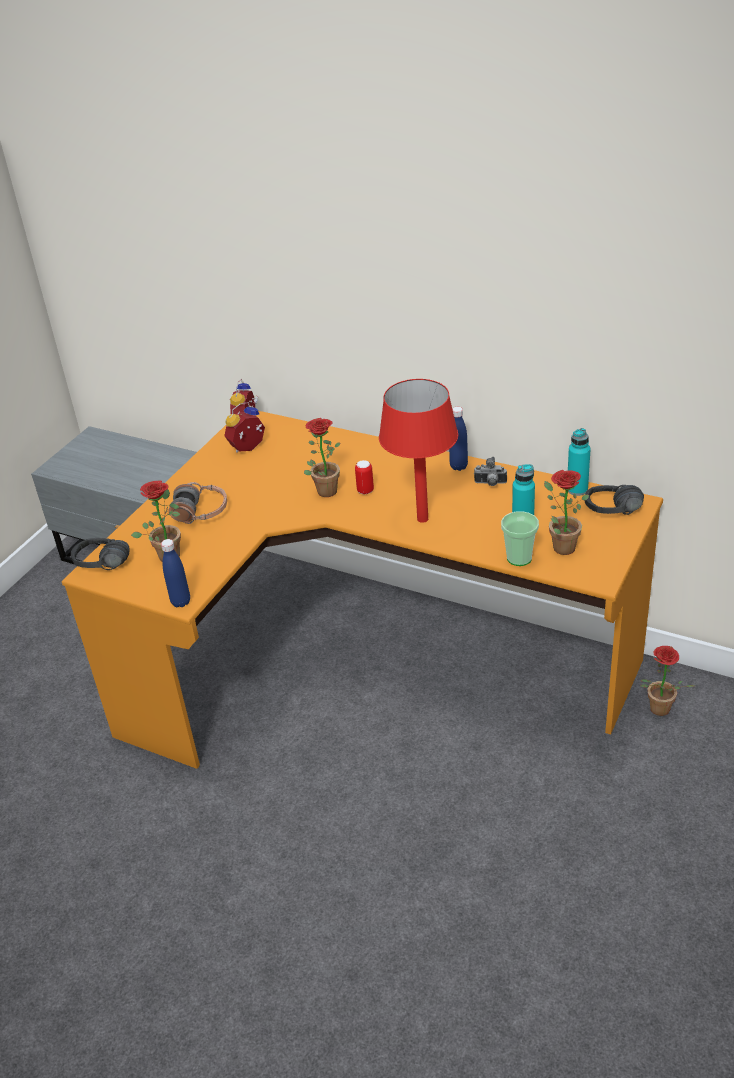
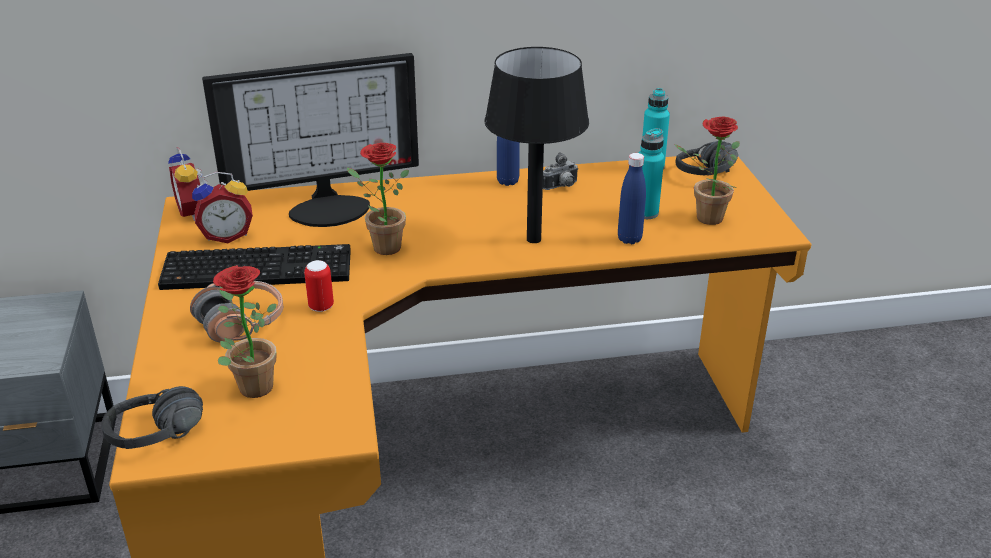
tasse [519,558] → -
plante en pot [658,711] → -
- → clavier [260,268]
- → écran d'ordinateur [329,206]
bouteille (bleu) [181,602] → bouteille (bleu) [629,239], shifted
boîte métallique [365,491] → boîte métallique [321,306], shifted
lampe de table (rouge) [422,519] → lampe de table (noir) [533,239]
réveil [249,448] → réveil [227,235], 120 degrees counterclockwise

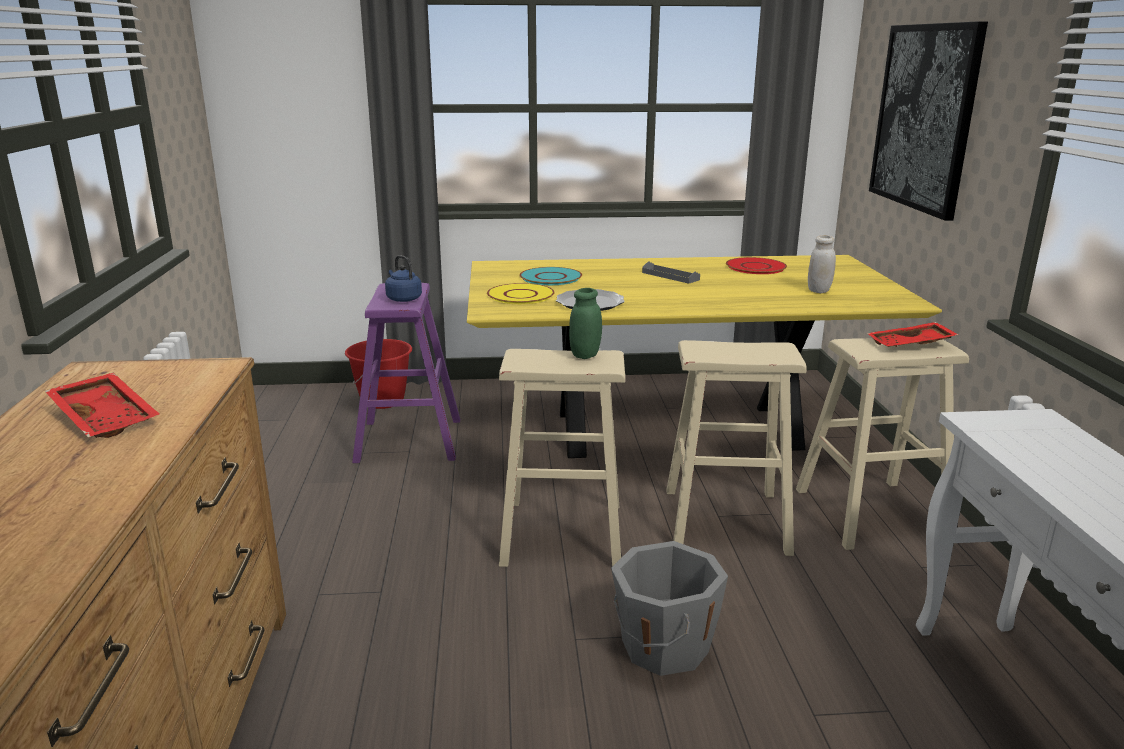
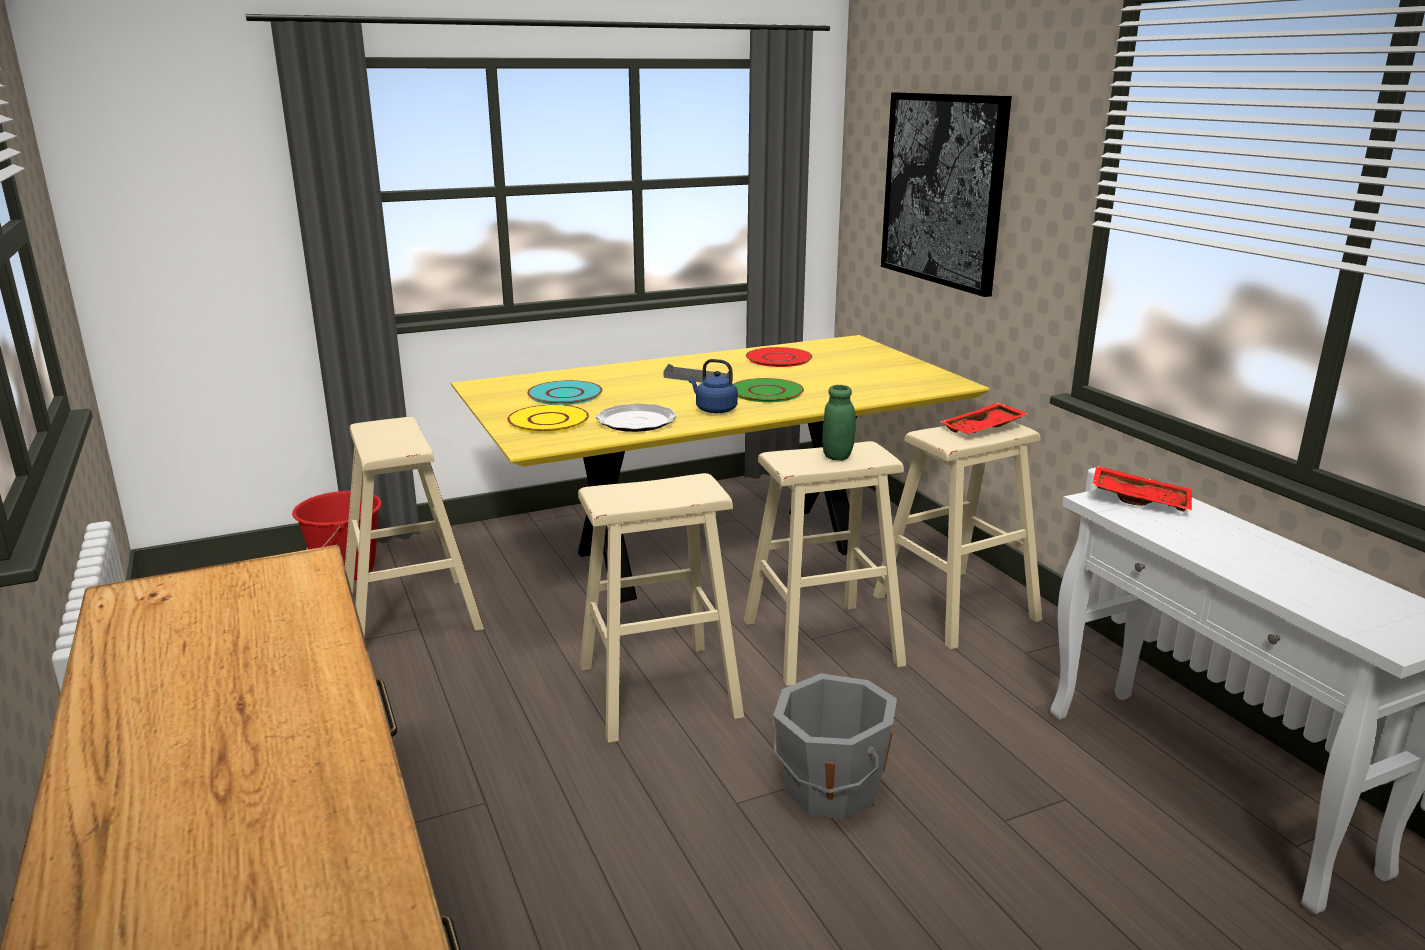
bocal (blanc) [819,291] → -
- → assiette (vert) [766,392]
plateau (rouge) [107,418] → plateau (rouge) [1140,499], shifted
bouilloire (bleu) [403,299] → bouilloire (bleu) [714,410], shifted
bocal (vert) [585,355] → bocal (vert) [837,456], shifted
tabouret (violet) [409,440] → tabouret (beige) [411,614]

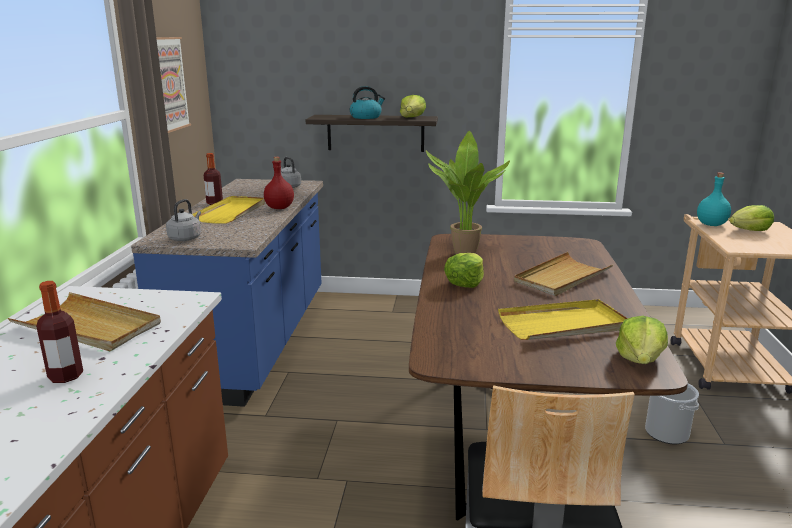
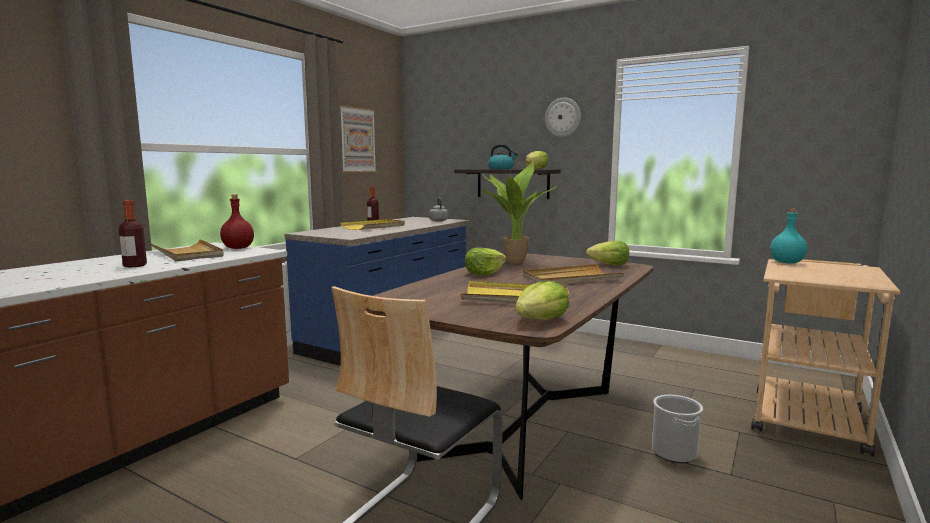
bouilloire (gris) [186,238] → -
- → horloge murale [563,117]
bouteille (rouge) [280,208] → bouteille (rouge) [238,248], shifted
laitue [750,231] → laitue [609,265], shifted

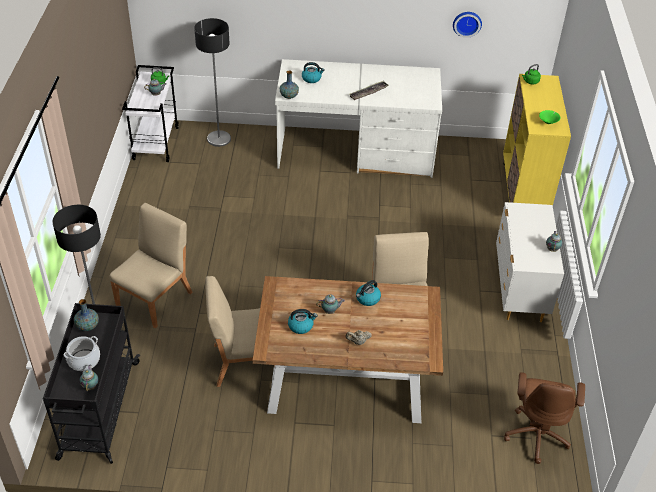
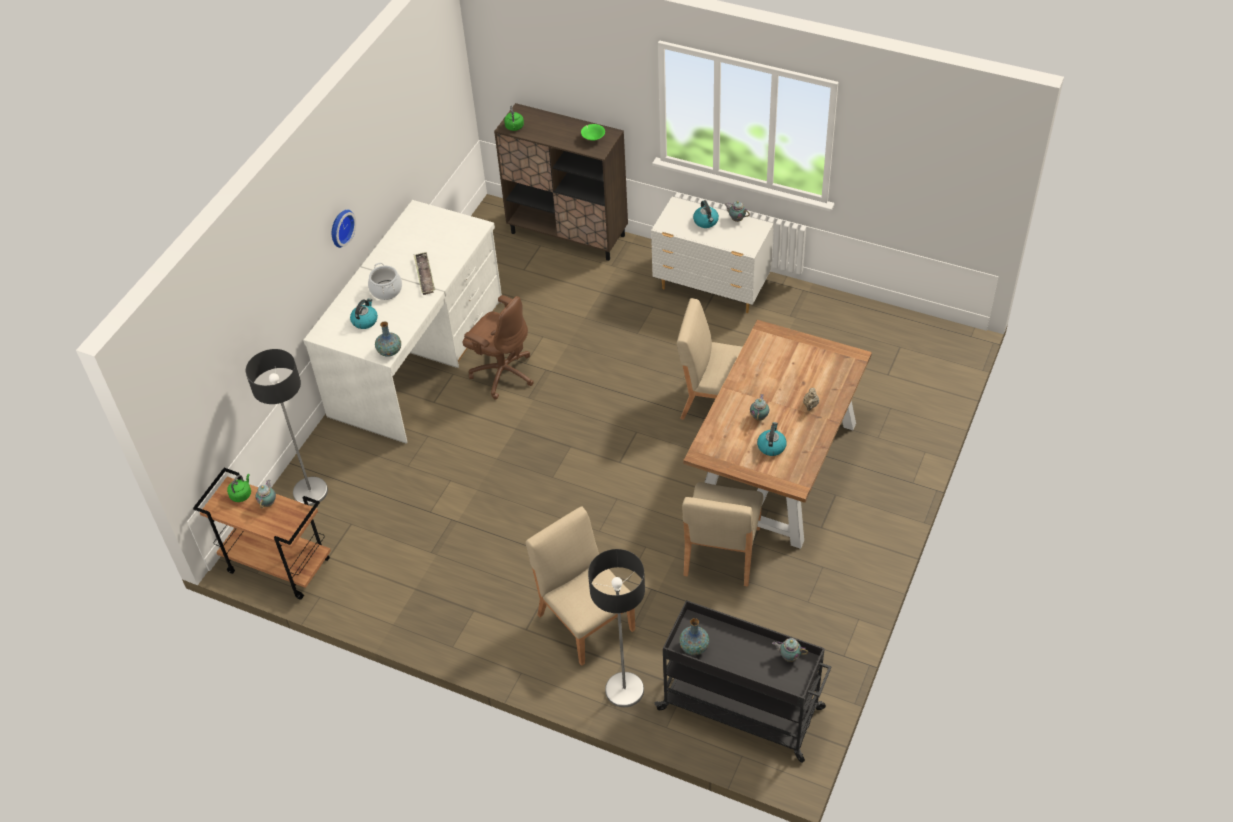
marmite [84,360] → marmite [386,290], shifted
bouilloire [367,299] → bouilloire [706,221], shifted
horloge murale [467,23] → horloge murale [340,227], shifted
chaise de bureau (marron) [537,434] → chaise de bureau (marron) [502,373], shifted
chariot (blanc) [155,143] → chariot (marron) [277,566]
meuble de rangement (jaune) [523,193] → meuble de rangement (marron) [568,234]

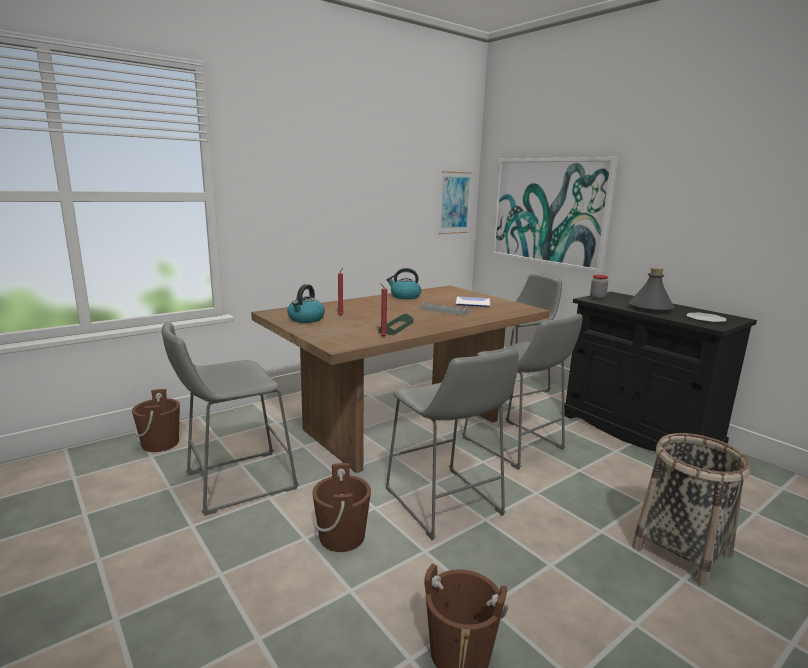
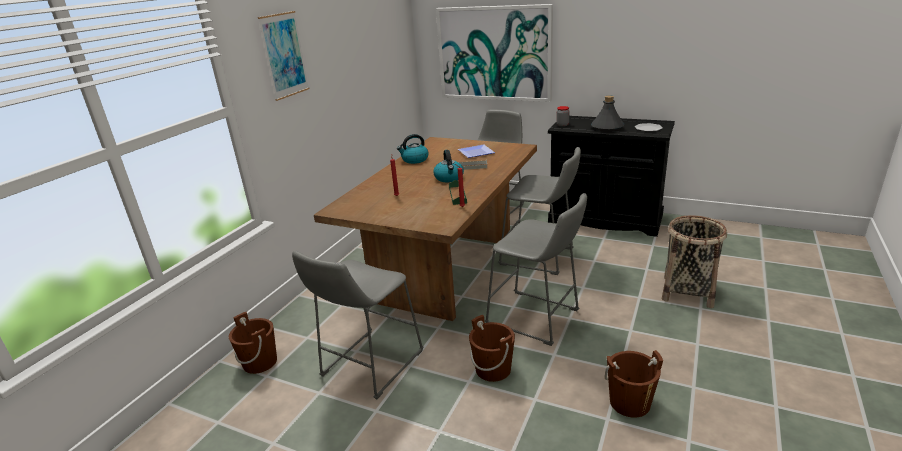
bouilloire [306,319] → bouilloire [449,178], shifted
tableau [454,203] → tableau [284,55], shifted

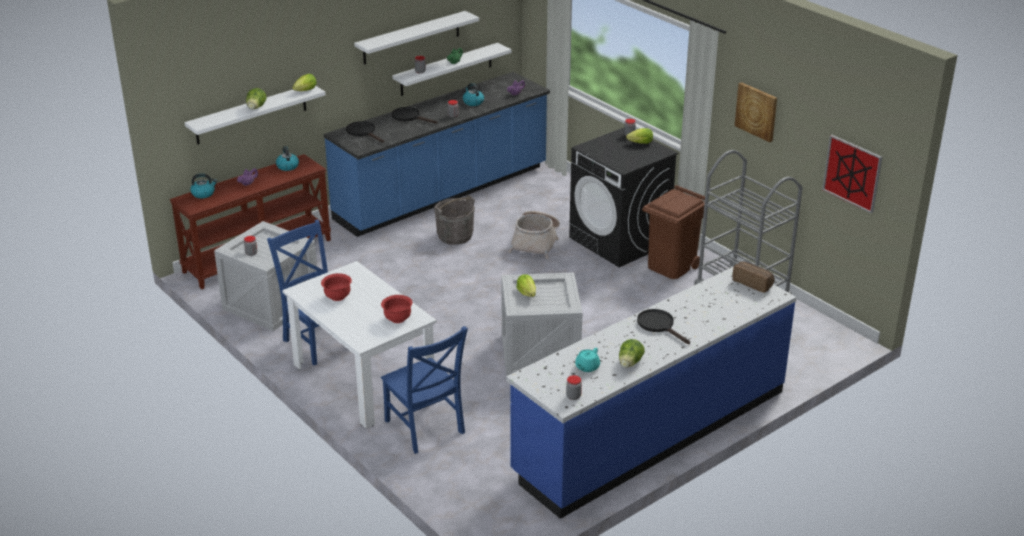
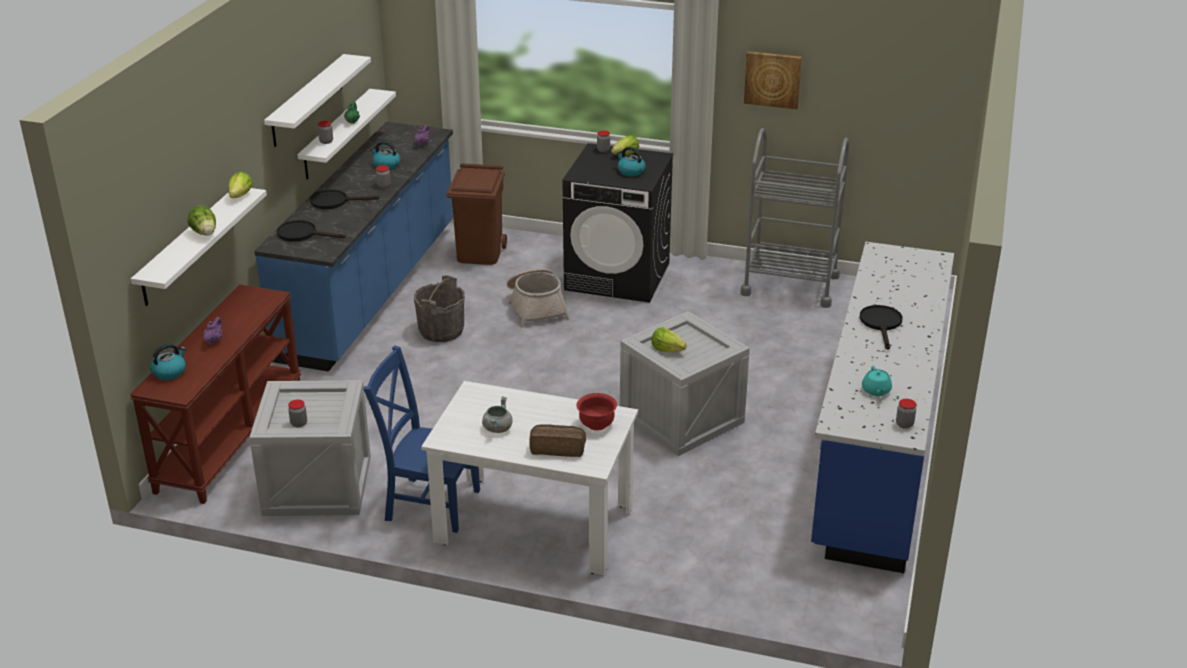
chaise (bleu) [425,429] → -
laitue [630,363] → -
tableau [852,173] → -
bouilloire [287,166] → bouilloire [630,171], shifted
poubelle (marron) [671,266] → poubelle (marron) [480,253], shifted
pain [753,283] → pain [558,448], shifted
bol (rouge) [337,297] → marmite (gris) [497,428]
poêle (noir) [659,325] → poêle (noir) [881,324], 75 degrees clockwise

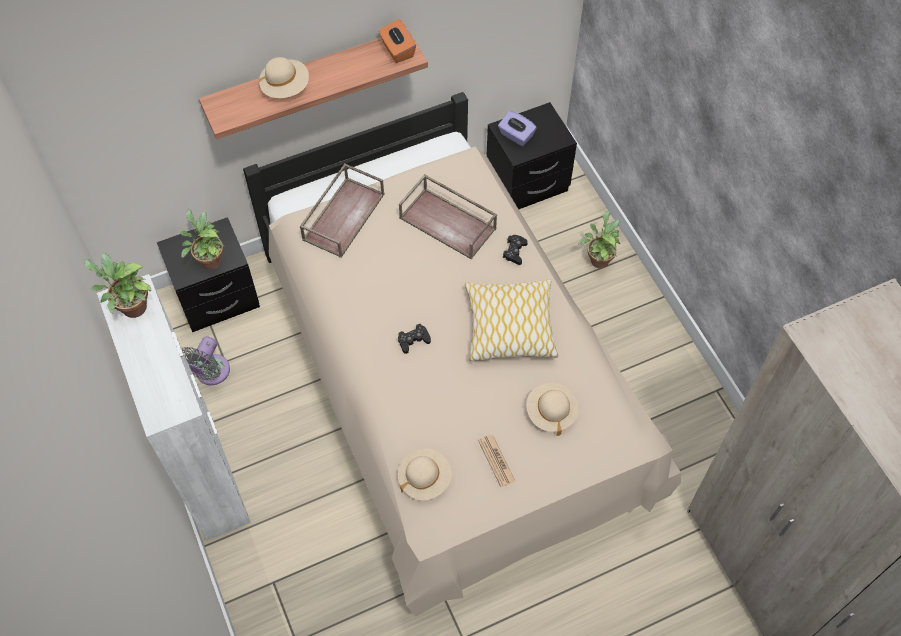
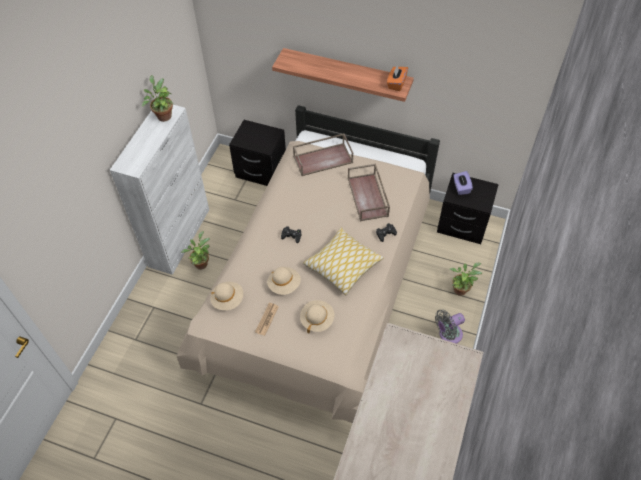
plante en pot [208,260] → plante en pot [201,263], shifted
ventilateur (gris) [210,373] → ventilateur (gris) [448,335], shifted
chapeau (beige) [285,87] → chapeau (beige) [284,285], shifted

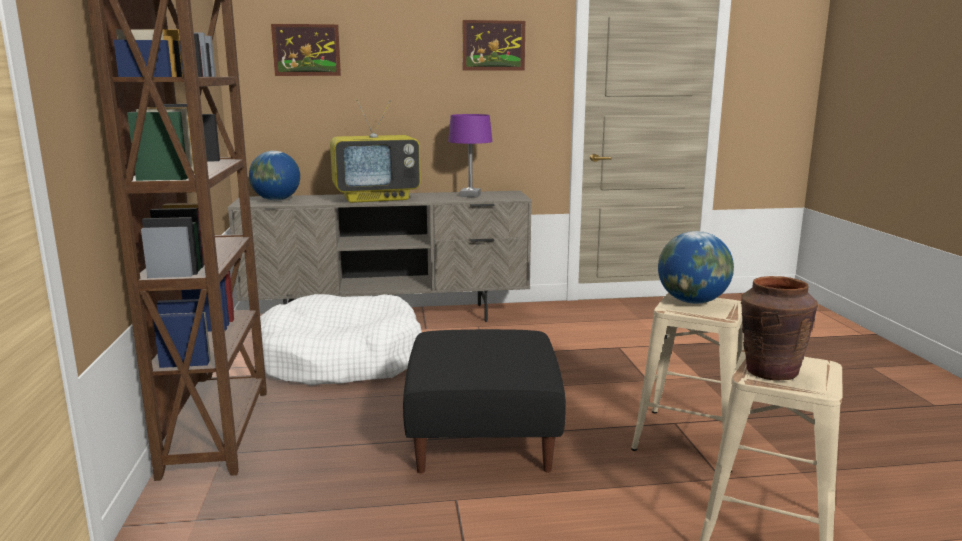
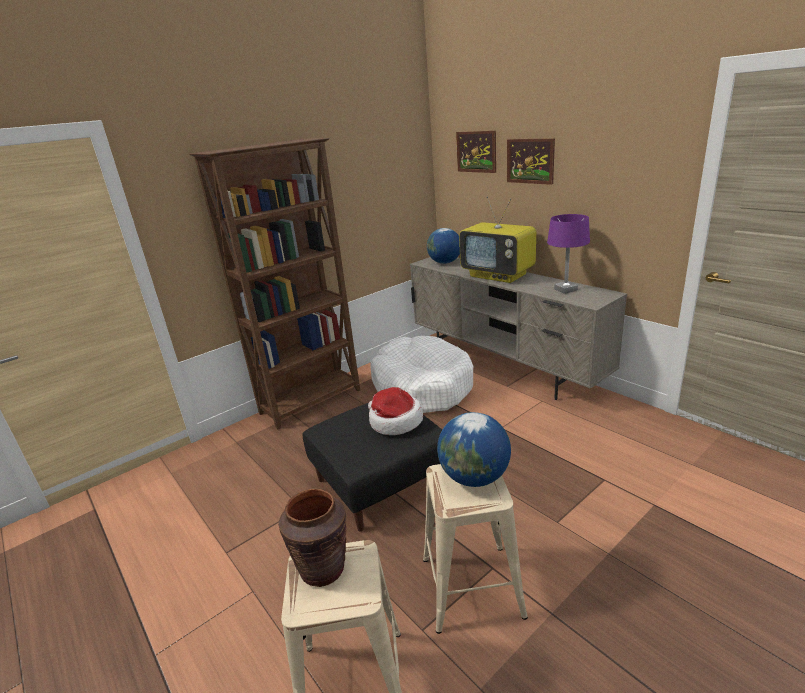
- → chapeau [394,421]
tableau [493,45] → tableau [530,161], shifted

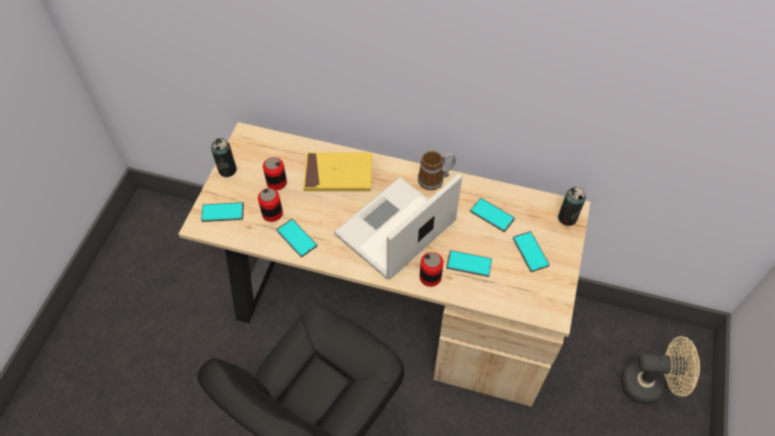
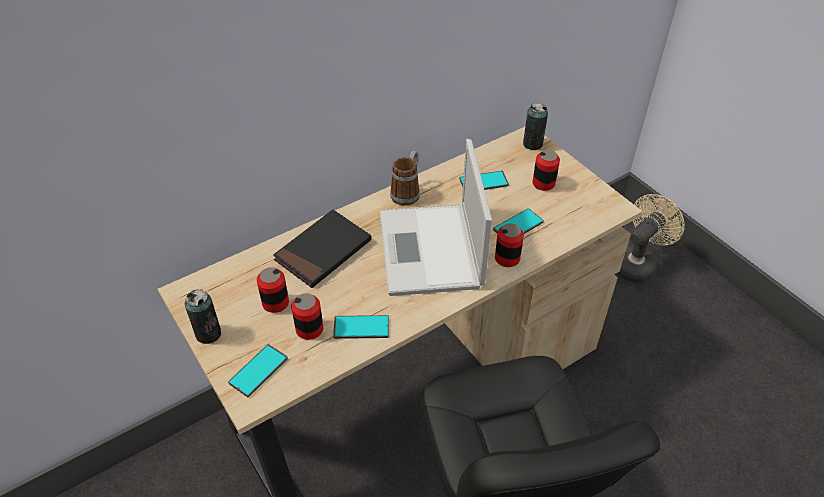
téléphone [530,252] → boîte métallique [543,183]
livre (jaune) [338,174] → livre (noir) [323,251]

